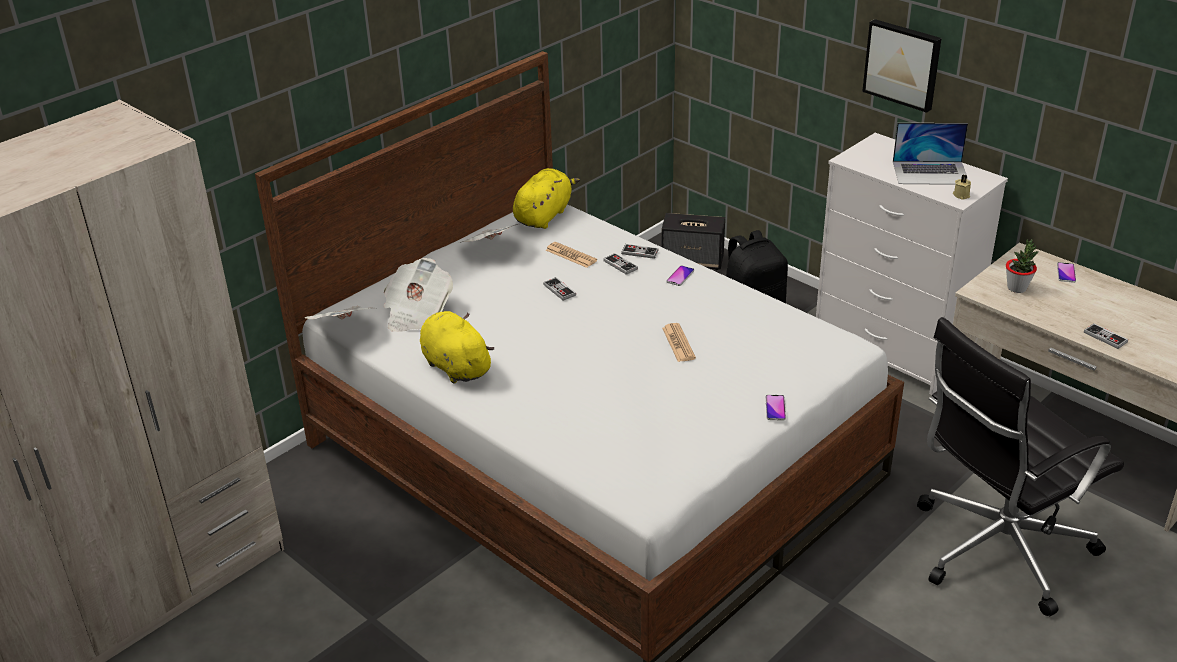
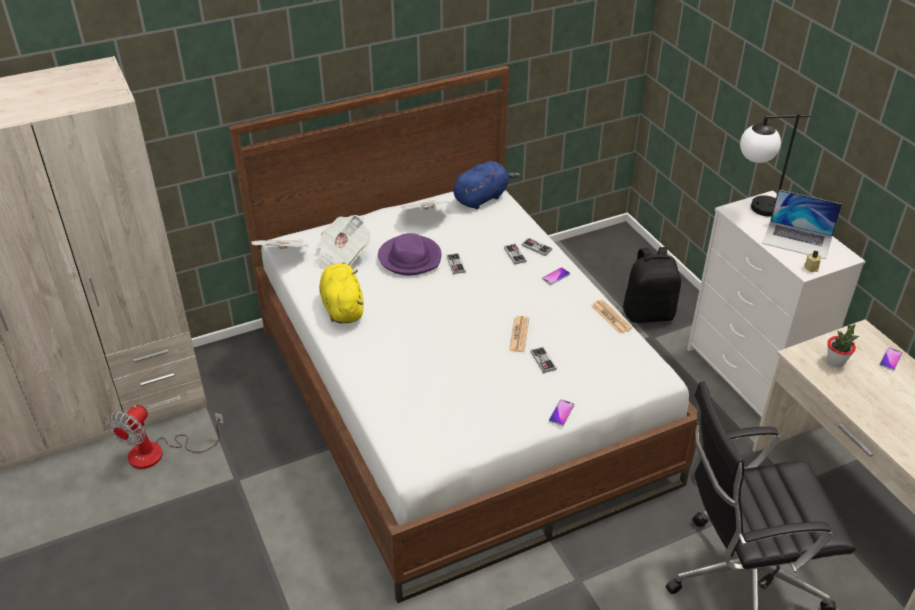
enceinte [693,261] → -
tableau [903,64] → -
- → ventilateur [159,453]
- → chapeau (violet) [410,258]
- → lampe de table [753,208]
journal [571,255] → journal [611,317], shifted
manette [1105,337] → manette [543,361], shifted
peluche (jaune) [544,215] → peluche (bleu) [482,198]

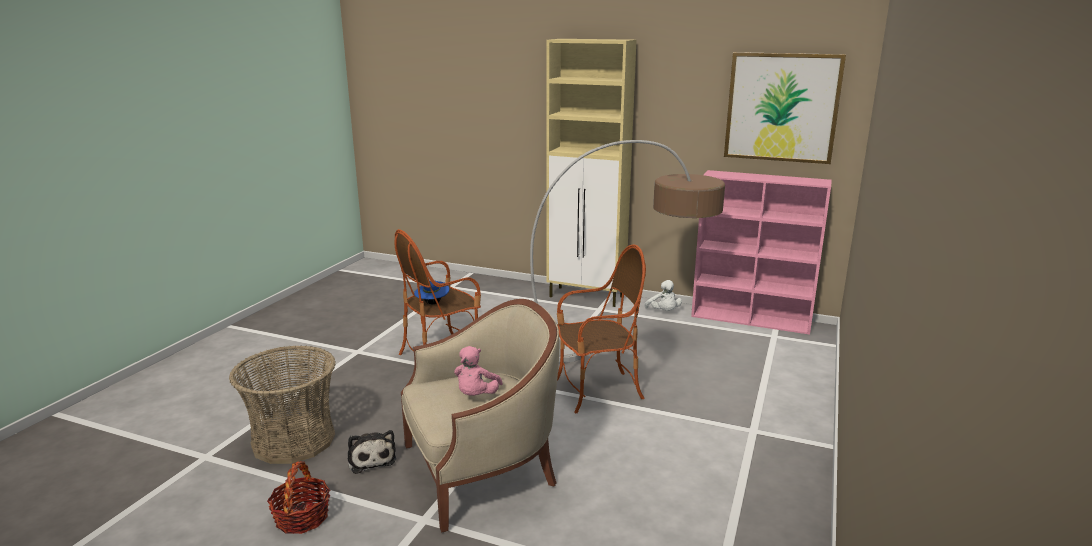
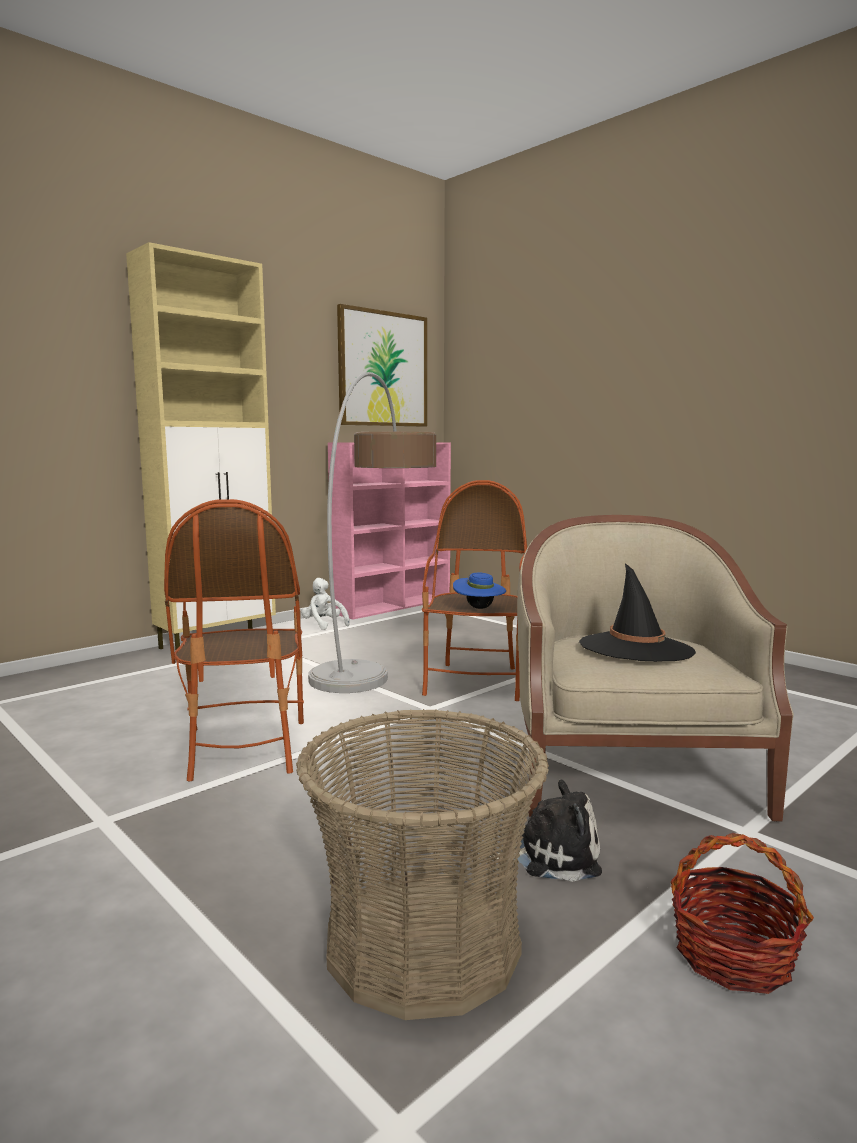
chapeau (bleu) [432,303] → chapeau (bleu) [479,608], shifted
peluche (rose) [476,395] → chapeau (noir) [636,648]
peluche (blanc) [663,312] → peluche (blanc) [323,625], 135 degrees counterclockwise

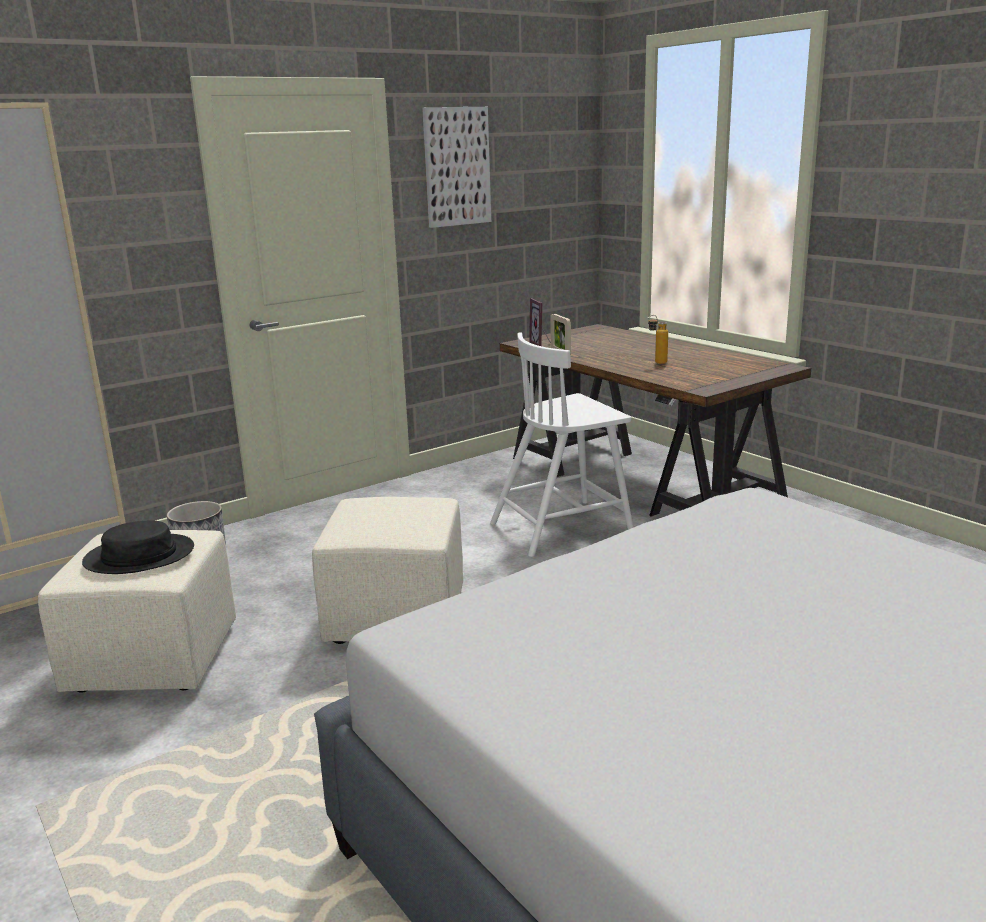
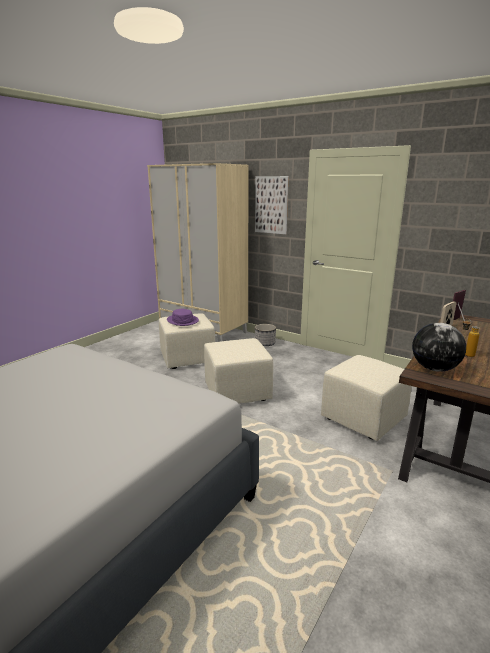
- → globe [434,369]
tableau [457,167] → tableau [271,205], shifted
chaise (blanc) [563,527] → pouf (beige) [363,418]
chapeau (noir) [139,556] → chapeau (violet) [182,320]

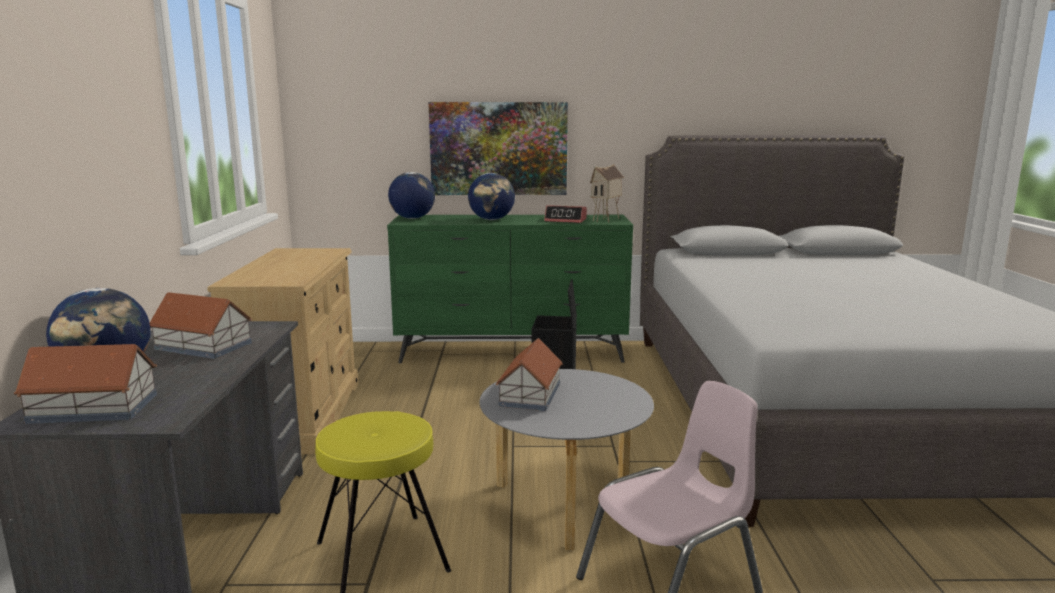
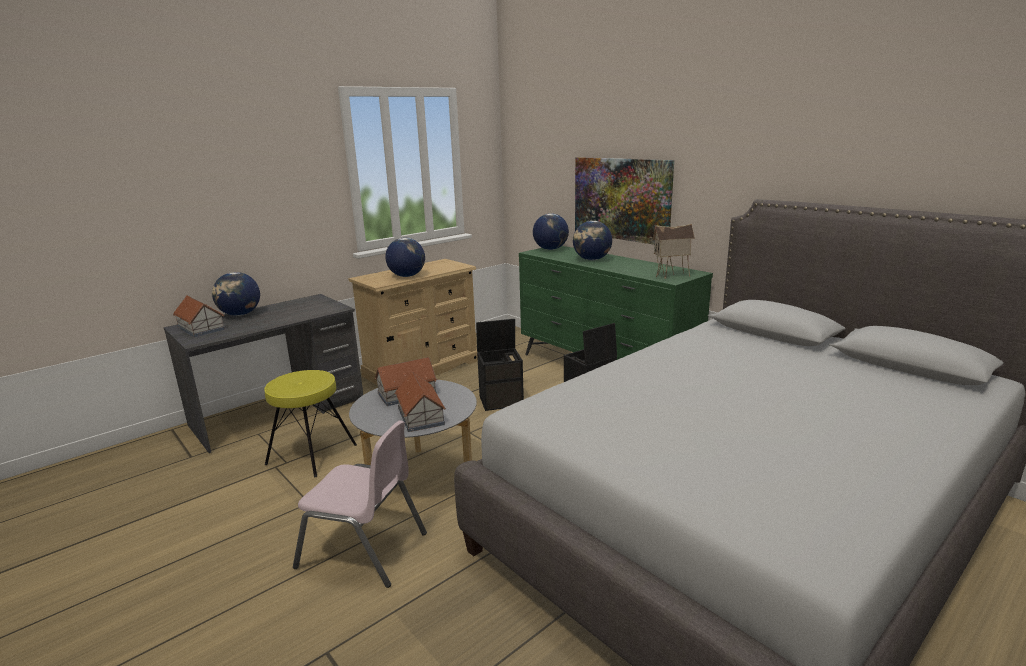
réveil [566,220] → -
- → globe [407,276]
- → boîte de rangement (noir) [502,400]
maison miniature [203,346] → maison miniature [420,416], shifted

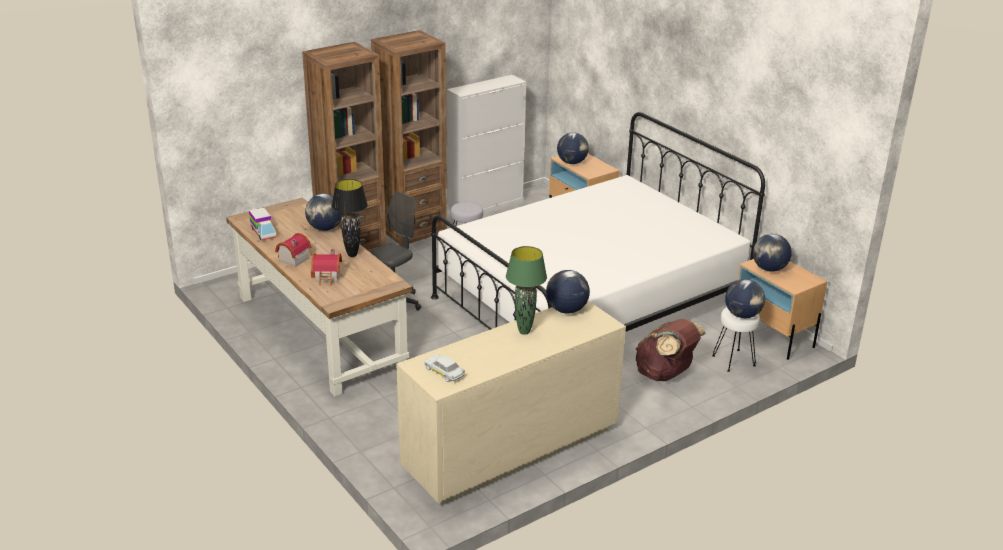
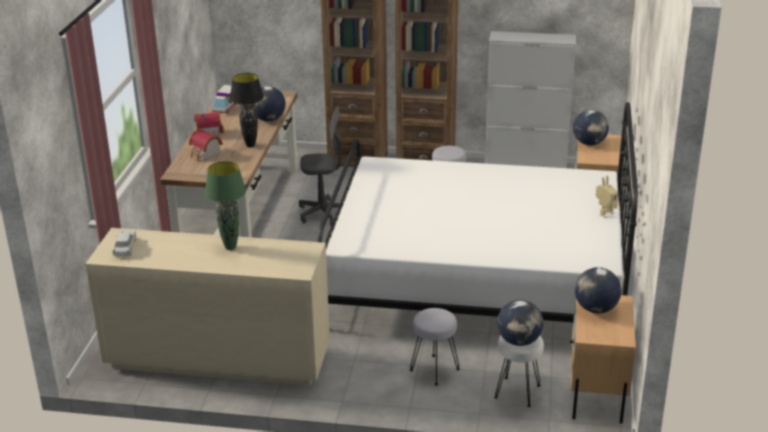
globe [566,310] → -
- → robot jouet [604,213]
sac à dos (marron) [665,374] → tabouret (gris) [434,370]

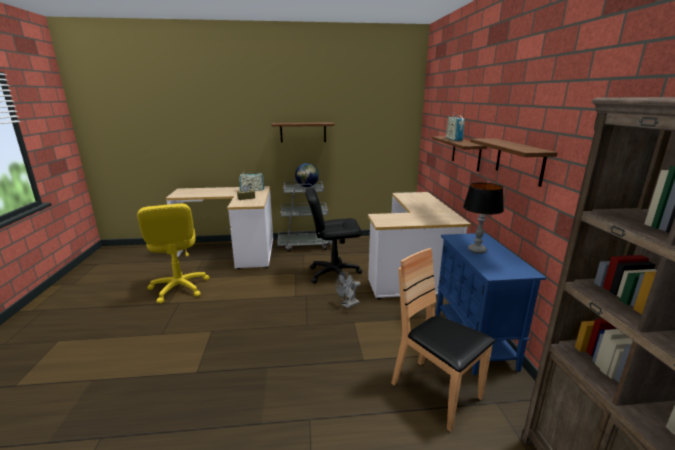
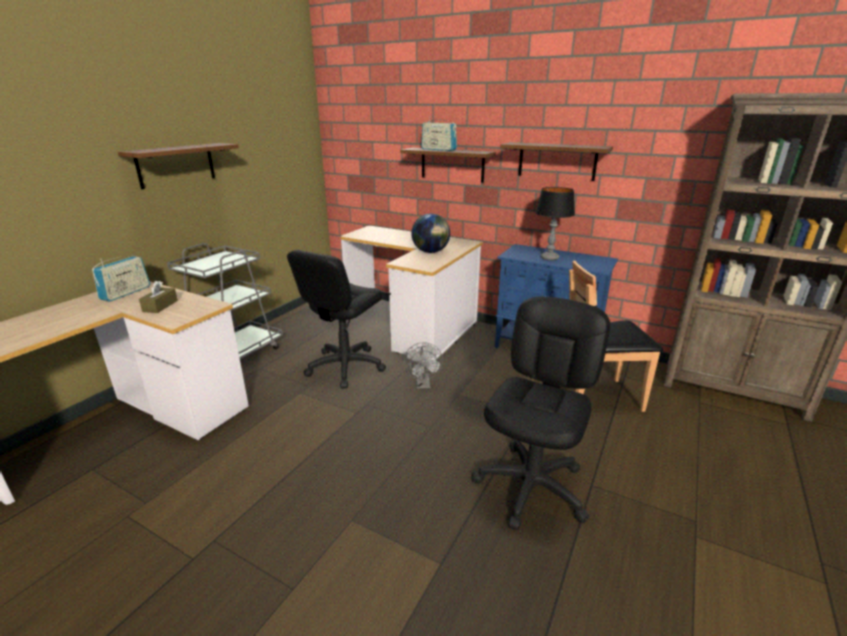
chaise de bureau (jaune) [179,288] → -
- → chaise de bureau (noir) [531,487]
globe [307,186] → globe [431,252], shifted

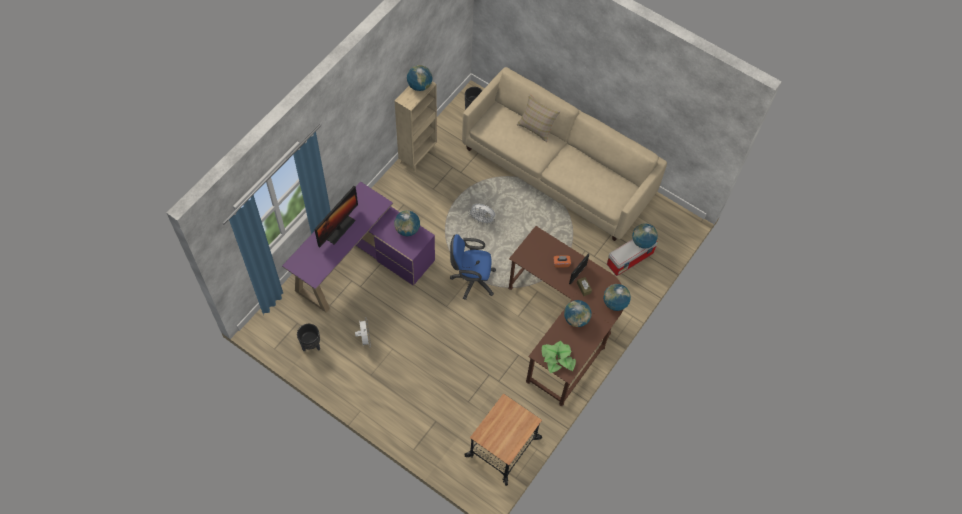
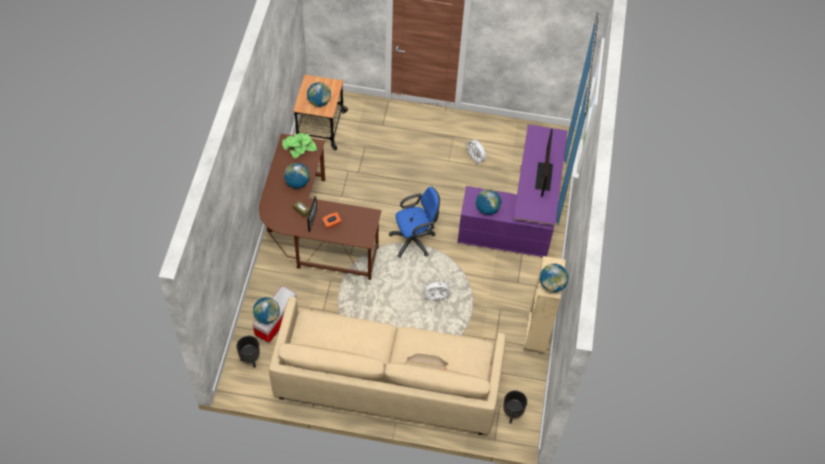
cache-pot (noir) [311,346] → cache-pot (noir) [250,359], shifted
globe [615,303] → globe [319,102], shifted

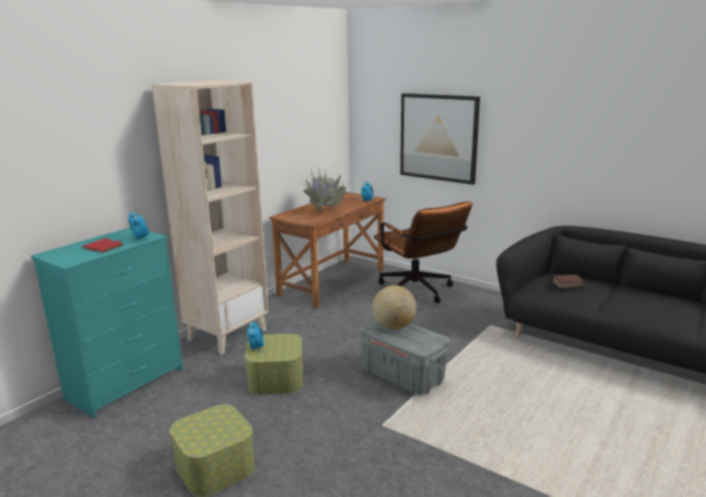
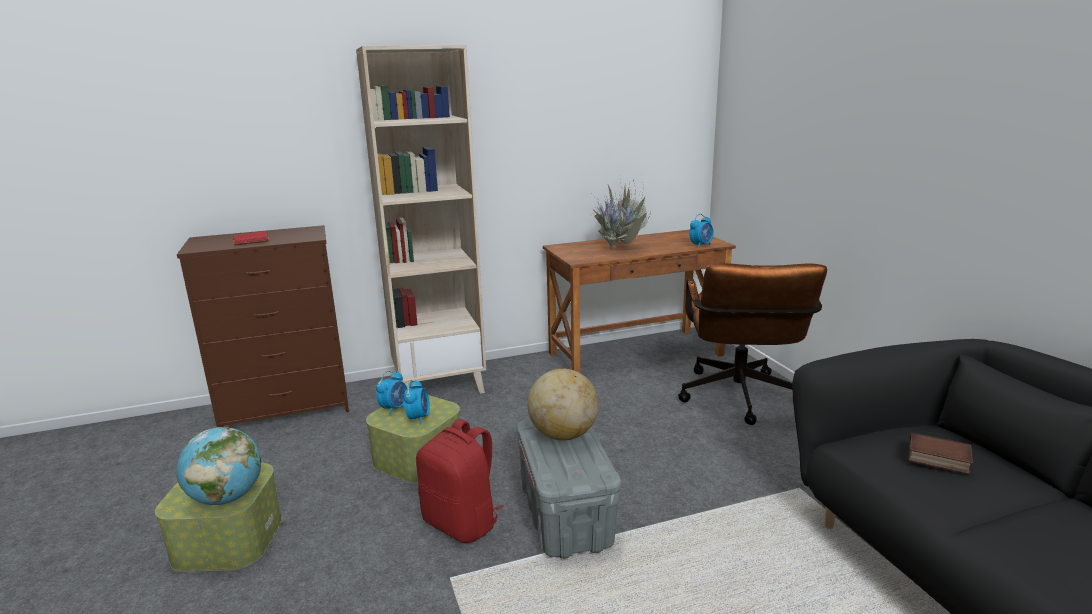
tableau [438,137] → -
- → globe [227,498]
- → sac à dos (rouge) [462,523]
réveil [140,239] → réveil [418,418], shifted
commode (turquoise) [127,383] → commode (marron) [287,408]

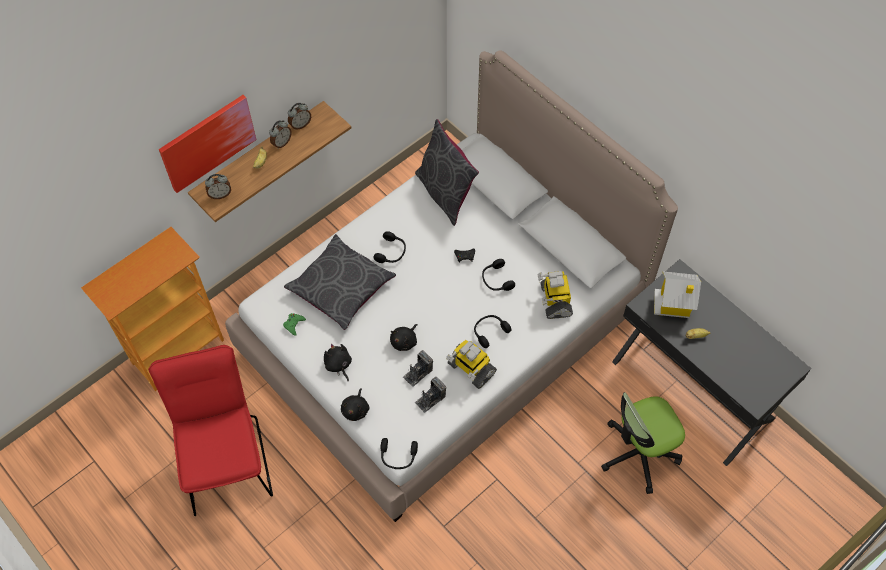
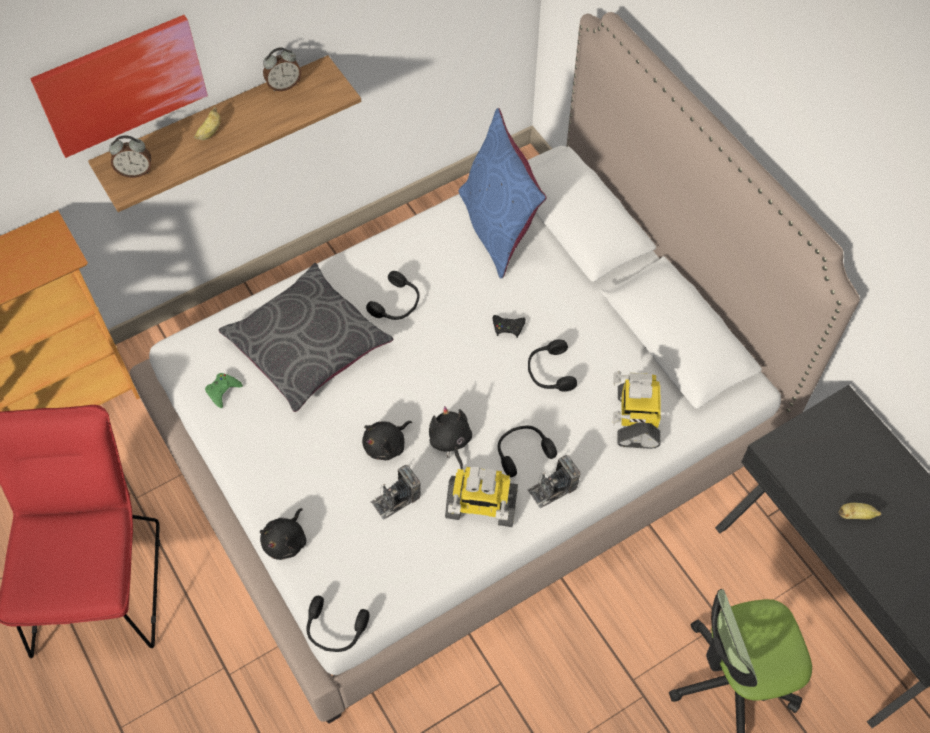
réveil [281,143] → -
maison miniature [673,304] → -
peluche (noir) [338,365] → peluche (noir) [450,441], shifted
appareil photo [430,399] → appareil photo [552,489], shifted
coussin (gris) [445,193] → coussin (bleu) [498,228]
robot jouet [470,369] → robot jouet [480,506], 45 degrees counterclockwise

